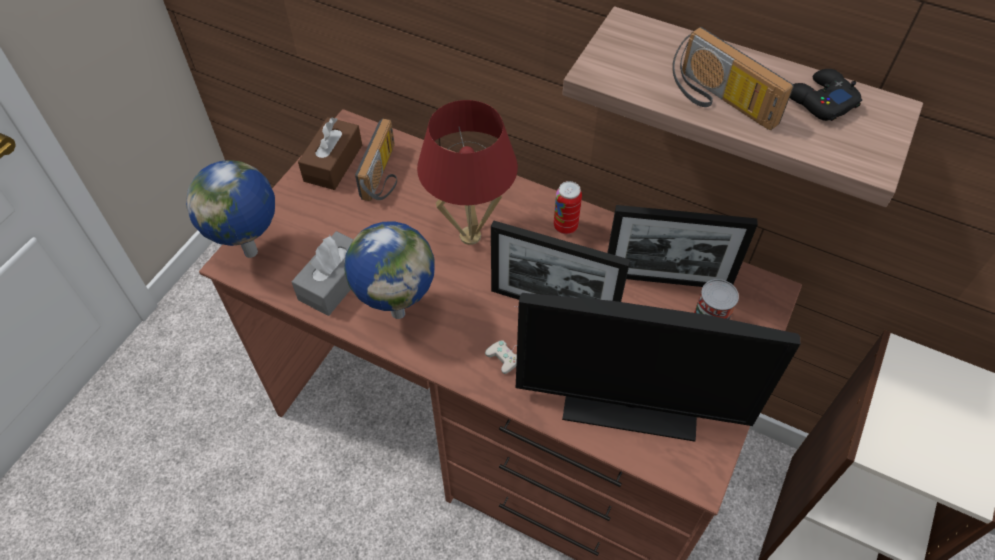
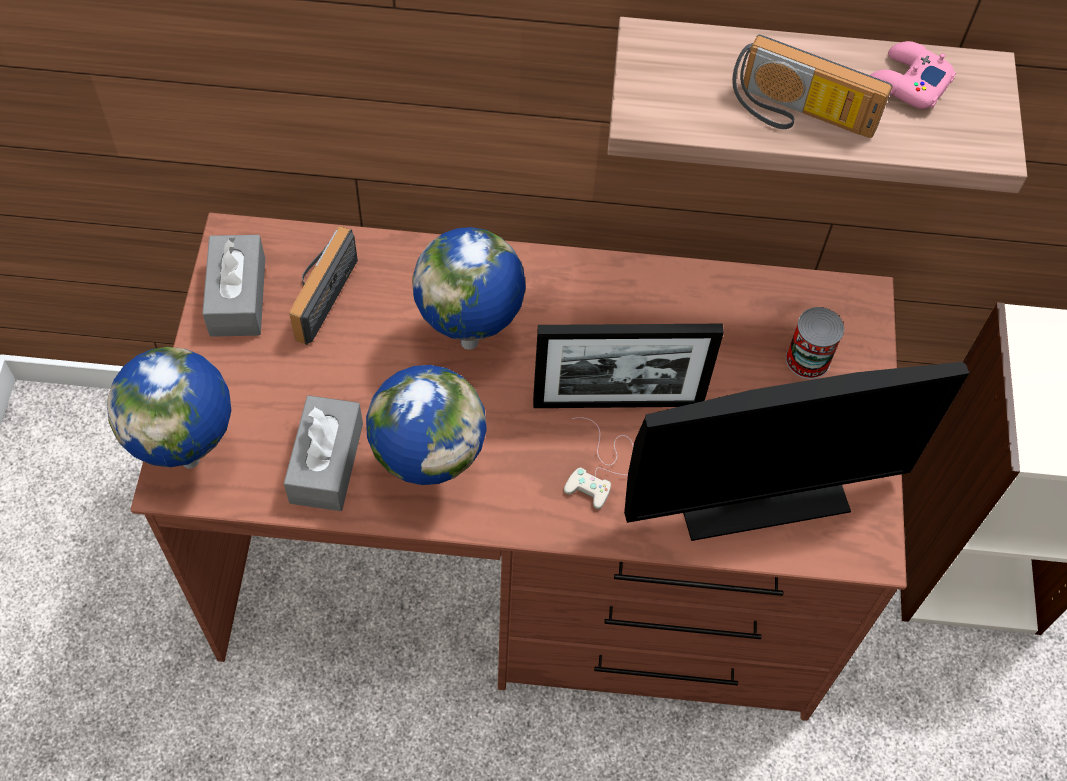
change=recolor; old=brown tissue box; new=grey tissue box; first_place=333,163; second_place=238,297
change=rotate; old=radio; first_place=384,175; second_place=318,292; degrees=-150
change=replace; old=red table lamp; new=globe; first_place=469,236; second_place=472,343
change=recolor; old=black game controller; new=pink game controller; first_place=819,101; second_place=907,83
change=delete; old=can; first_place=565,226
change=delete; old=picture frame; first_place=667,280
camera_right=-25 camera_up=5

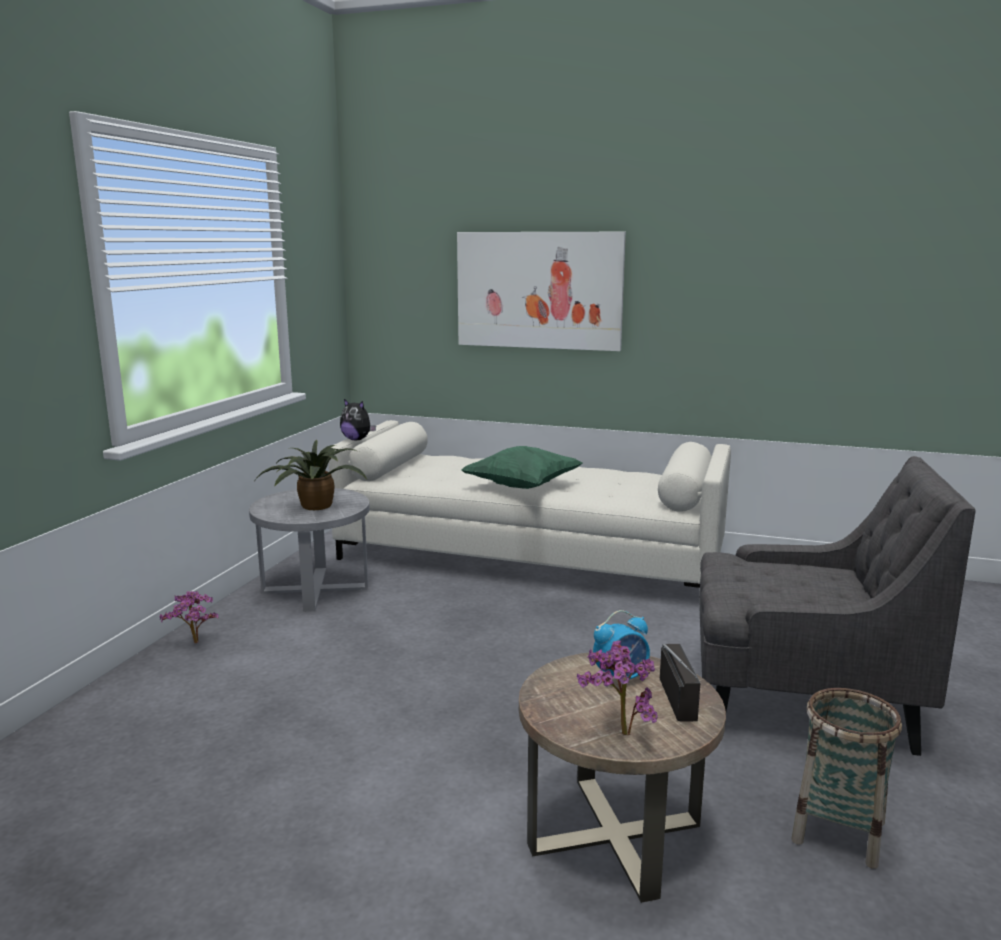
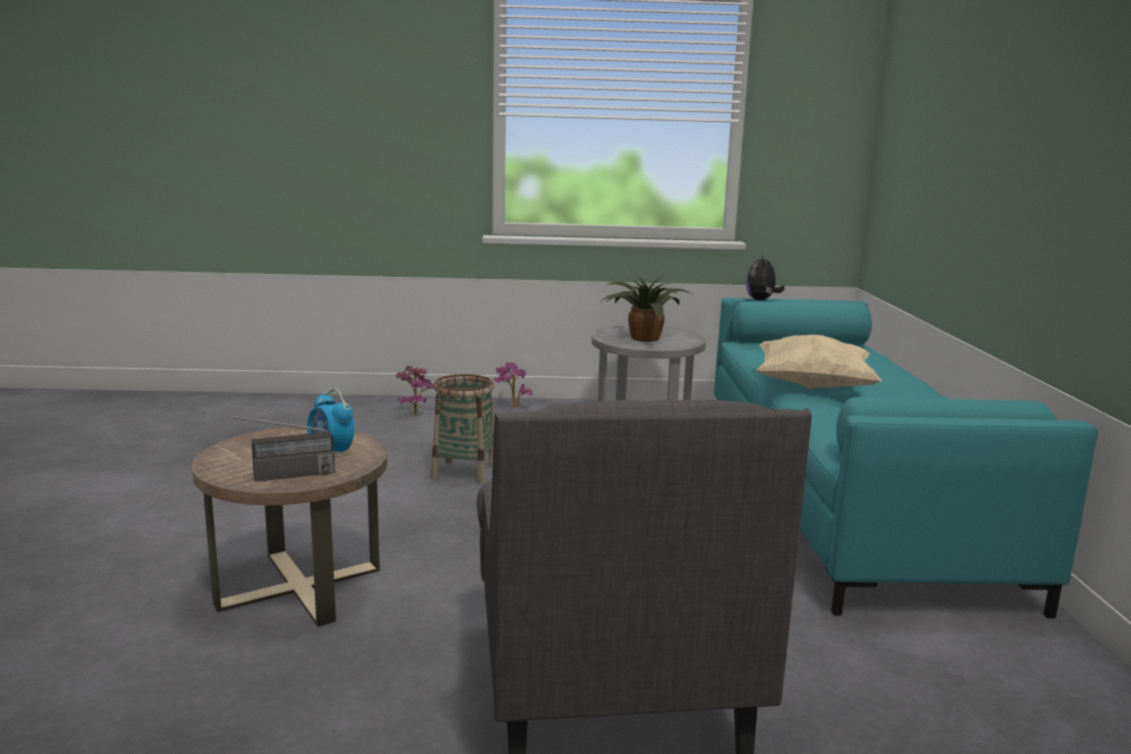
change=move; old=potted plant; first_place=618,733; second_place=414,414
change=move; old=basket; first_place=838,831; second_place=464,472
change=recolor; old=beige sofa; new=turquoise sofa; first_place=530,558; second_place=844,493
change=recolor; old=green pillow; new=beige pillow; first_place=522,487; second_place=813,387
change=delete; old=picture; first_place=539,290
camera_right=70 camera_up=0

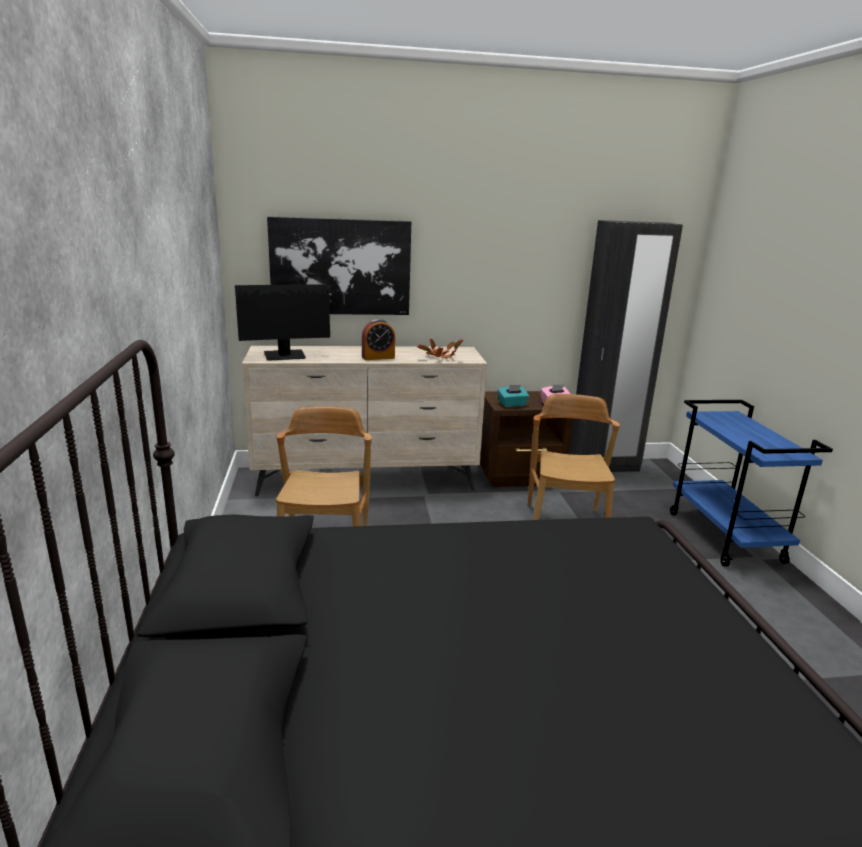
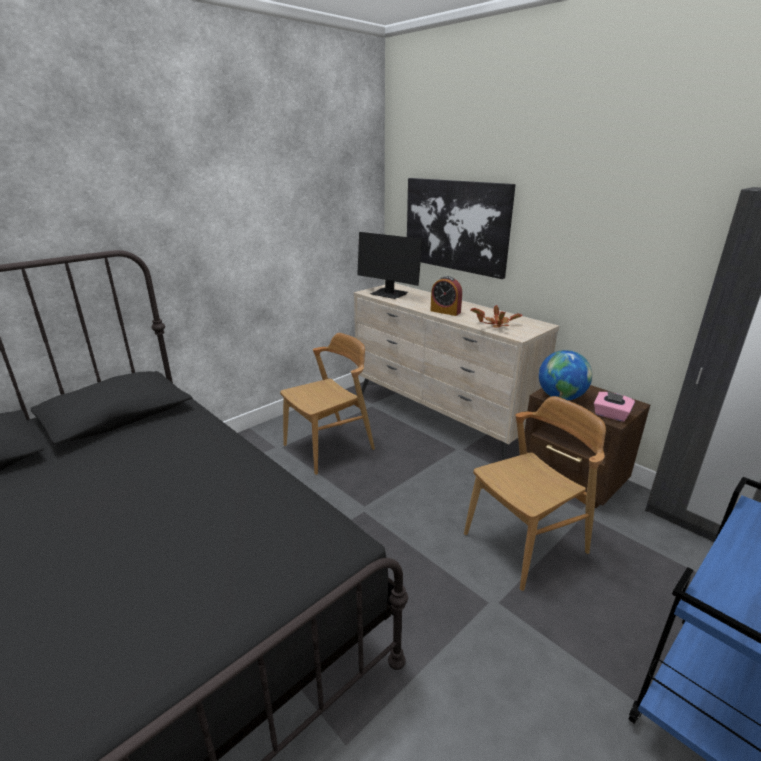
change=replace; old=turquoise tissue box; new=globe; first_place=512,404; second_place=560,397
camera_right=55 camera_up=5

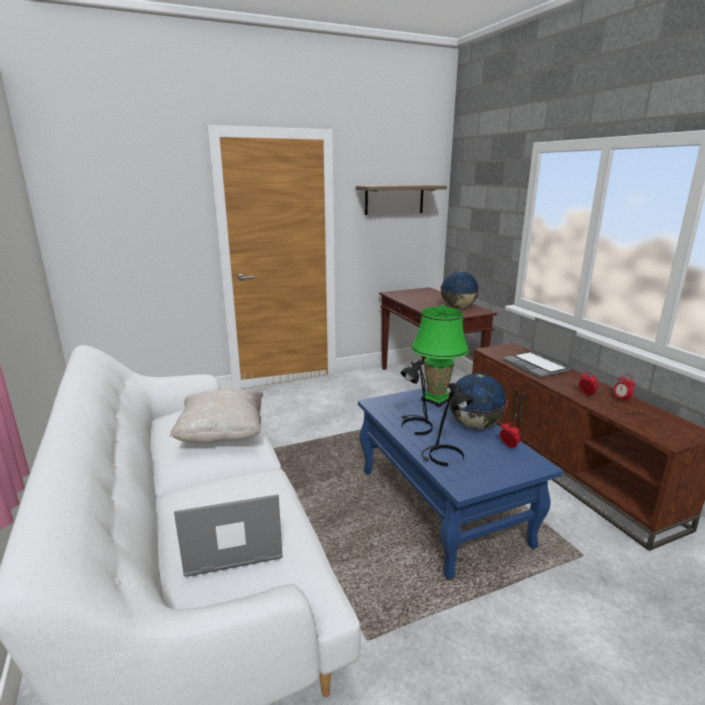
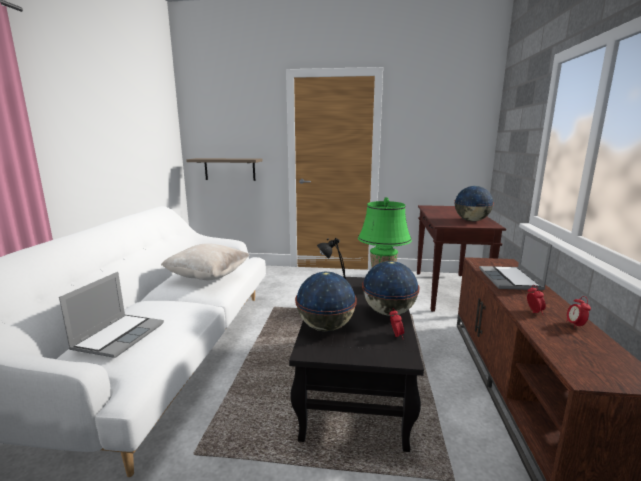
change=rotate; old=laptop; first_place=231,545; second_place=119,336; degrees=90
change=move; old=shelf; first_place=394,199; second_place=229,169
change=recolor; old=blue coffee table; new=black coffee table; first_place=439,505; second_place=355,383
change=replace; old=black table lamp; new=globe; first_place=444,457; second_place=326,327
camera_right=30 camera_up=-5

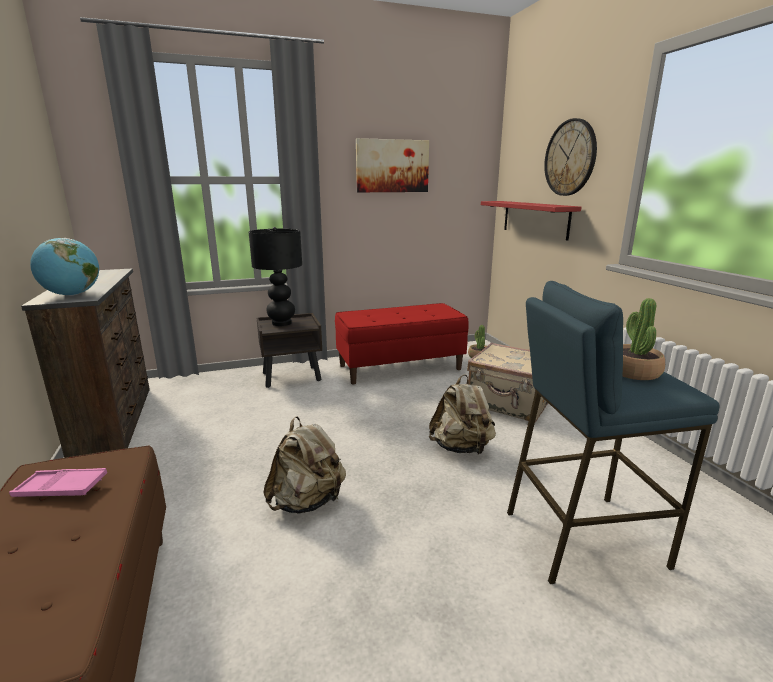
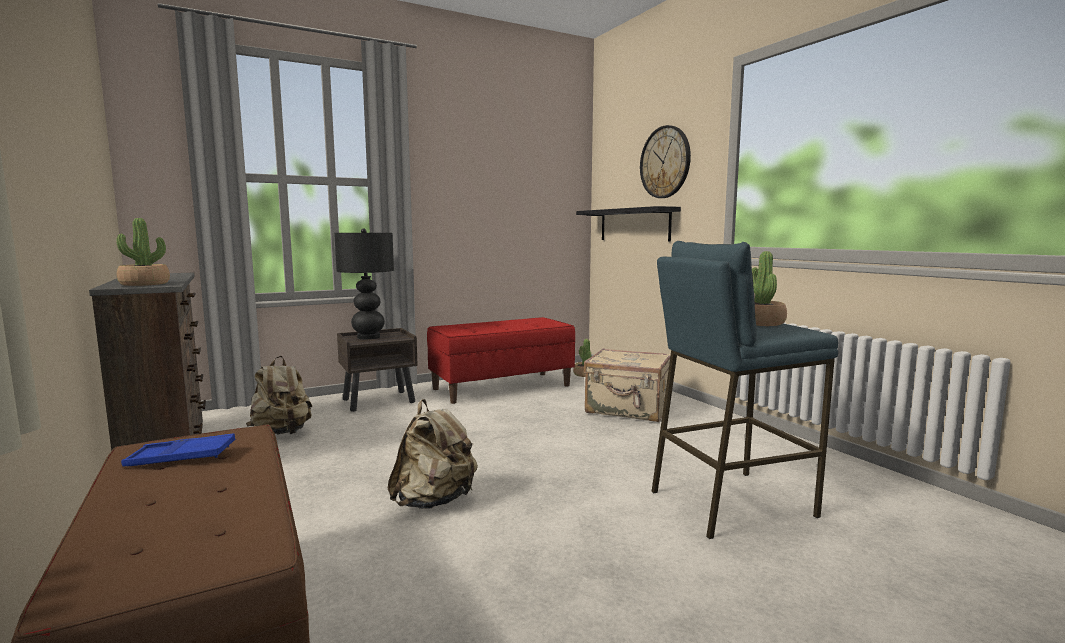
change=replace; old=globe; new=potted plant; first_place=72,295; second_place=144,284
change=recolor; old=pink tray; new=blue tray; first_place=61,488; second_place=181,457
change=move; old=beige backpack; first_place=461,448; second_place=282,433
change=recolor; old=red shelf; new=black shelf; first_place=535,219; second_place=634,225
change=delete; old=picture; first_place=392,166
camera_right=-10 camera_up=-10

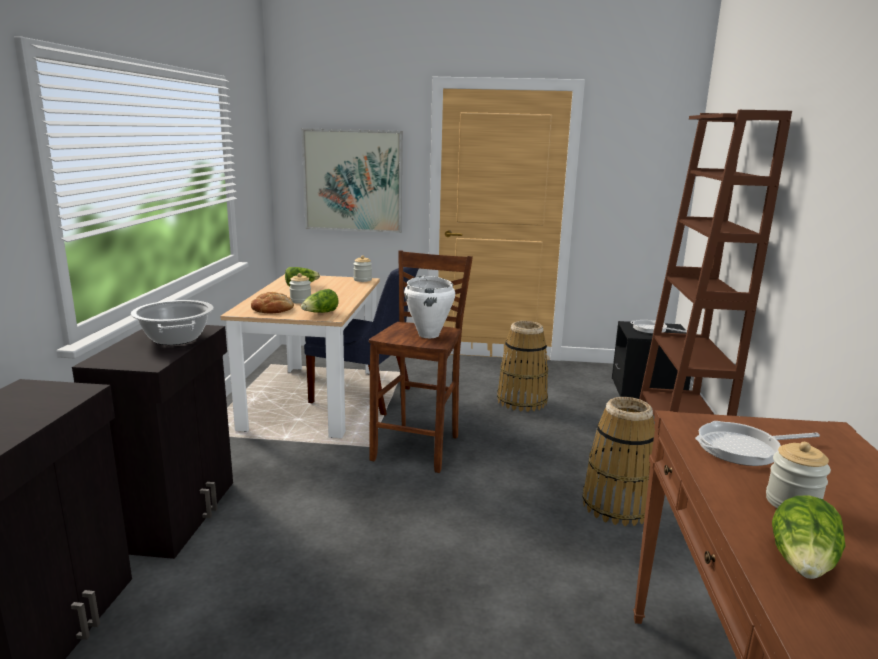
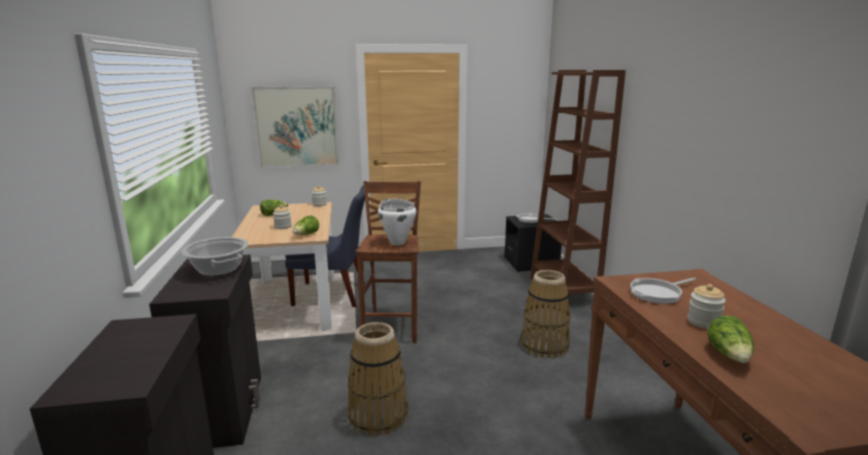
change=move; old=basket; first_place=521,401; second_place=377,415
change=delete; old=bread; first_place=273,309
camera_right=-15 camera_up=0

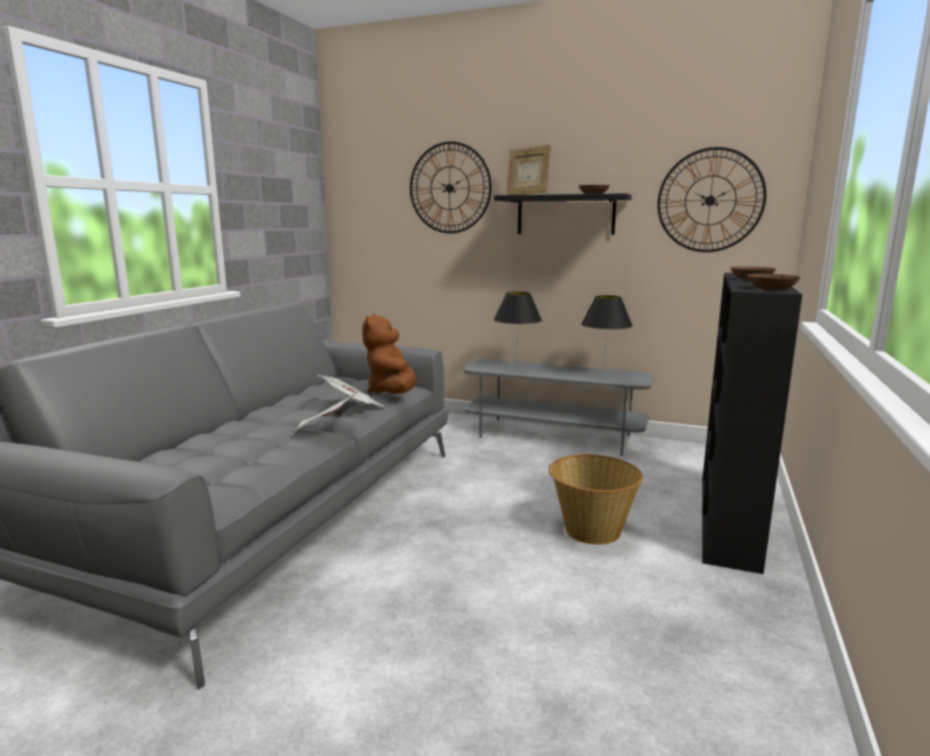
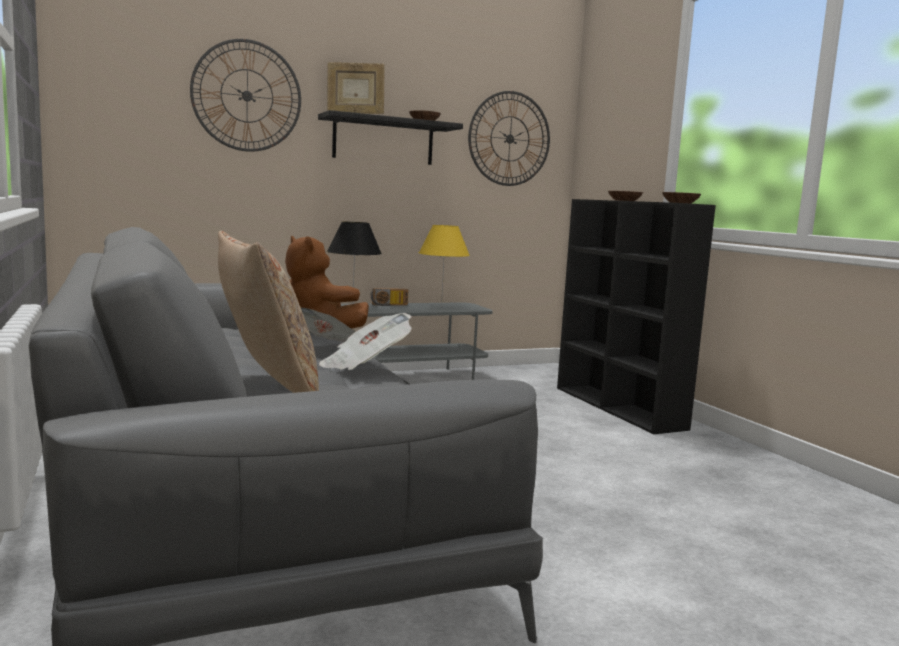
change=insert; new=beige pillow; second_place=265,388
change=insert; new=radio; second_place=389,305
change=recolor; old=black table lamp; new=yellow table lamp; first_place=603,376; second_place=441,307
change=delete; old=basket; first_place=591,530
camera_right=-45 camera_up=-5

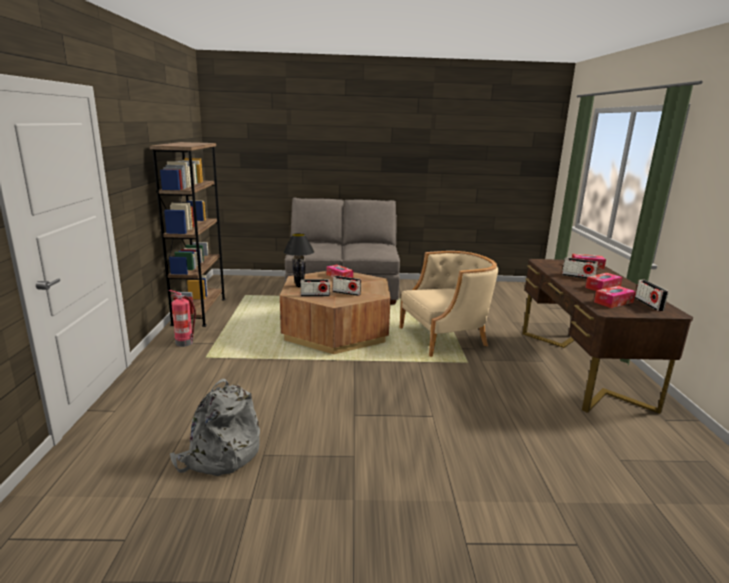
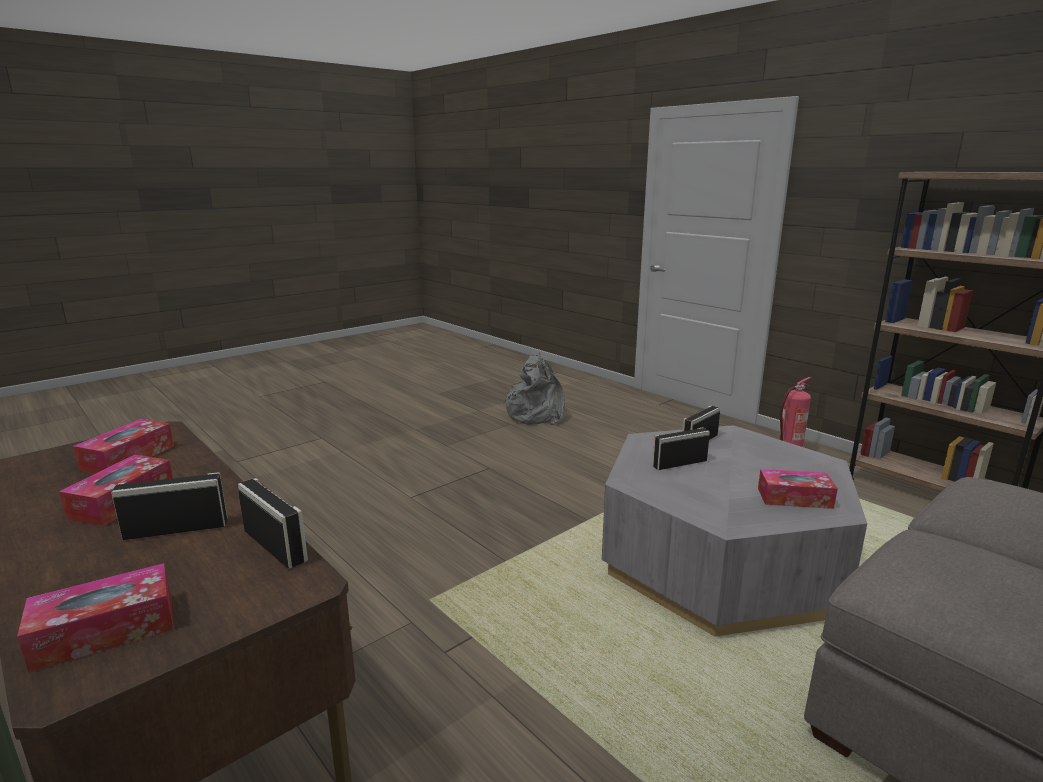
change=move; old=radio; first_place=648,304; second_place=275,545
change=recolor; old=brown coffee table; new=grey coffee table; first_place=336,330; second_place=720,561
change=delete; old=black table lamp; first_place=299,286
change=delete; old=beige armchair; first_place=445,337
camera_right=140 camera_up=0

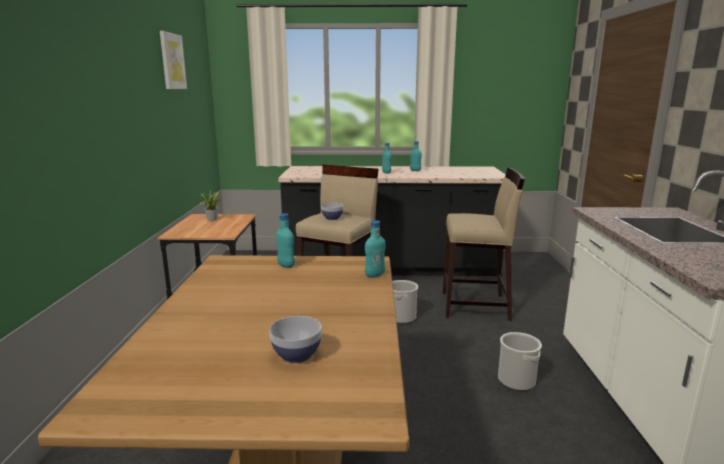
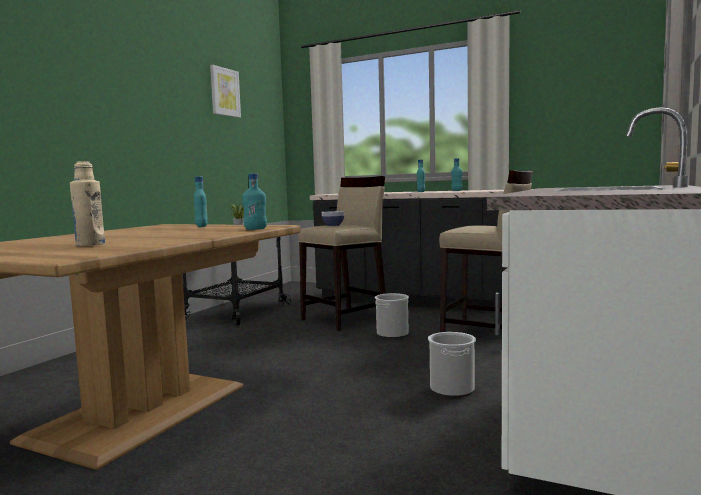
change=replace; old=bowl; new=beige bottle; first_place=296,355; second_place=90,245
camera_right=25 camera_up=-10

